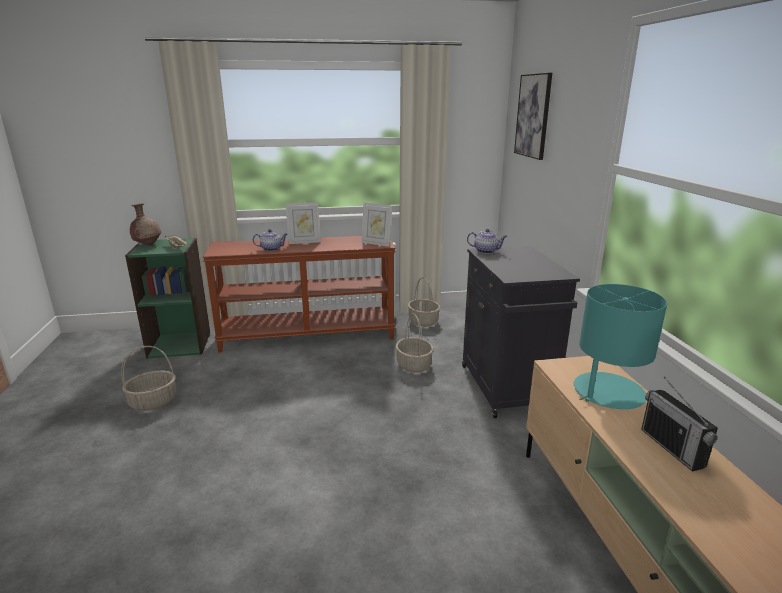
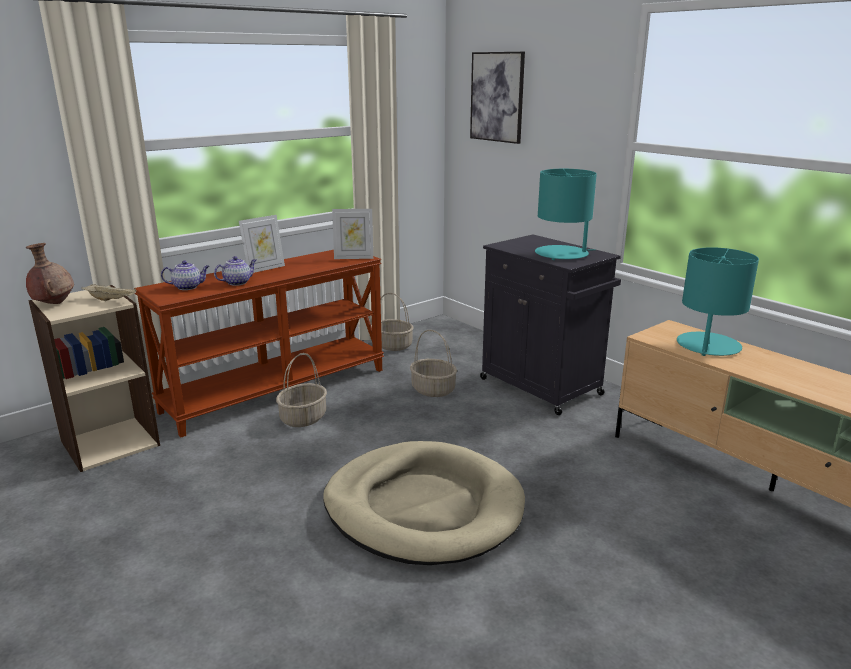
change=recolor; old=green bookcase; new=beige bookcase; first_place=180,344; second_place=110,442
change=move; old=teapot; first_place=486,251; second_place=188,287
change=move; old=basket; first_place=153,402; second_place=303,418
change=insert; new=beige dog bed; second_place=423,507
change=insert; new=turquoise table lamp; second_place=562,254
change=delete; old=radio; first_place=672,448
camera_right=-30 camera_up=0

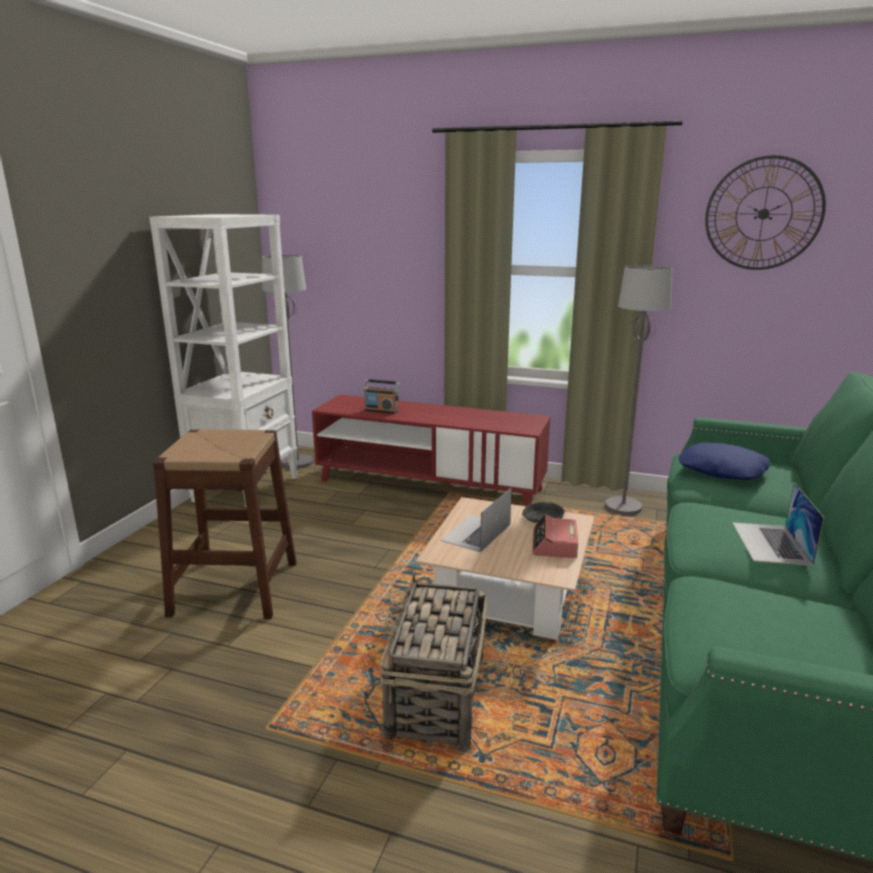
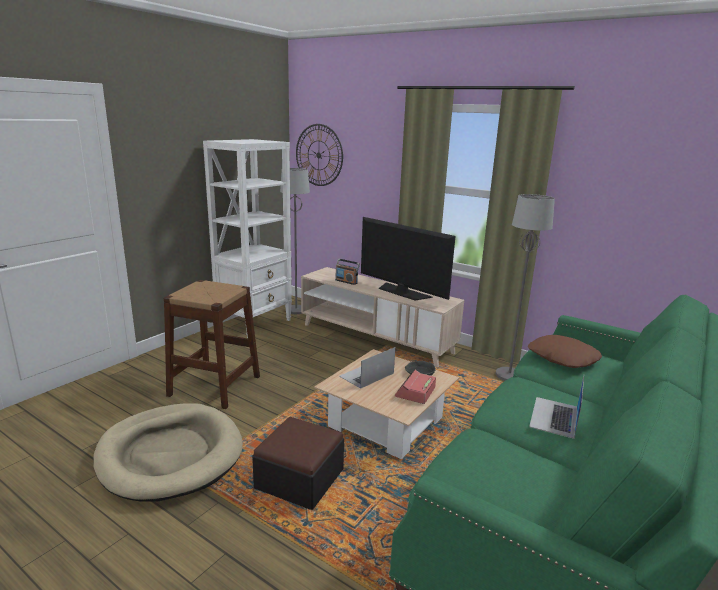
change=insert; new=beige dog bed; second_place=170,454
change=replace; old=basket; new=ottoman; first_place=436,696; second_place=299,478
change=move; old=wall clock; first_place=763,214; second_place=319,155
change=recolor; old=red tv stand; new=beige tv stand; first_place=430,485; second_place=376,338
change=insert; new=television; second_place=402,292
change=recolor; old=blue pillow; new=brown pillow; first_place=721,470; second_place=562,358
camera_right=15 camera_up=0

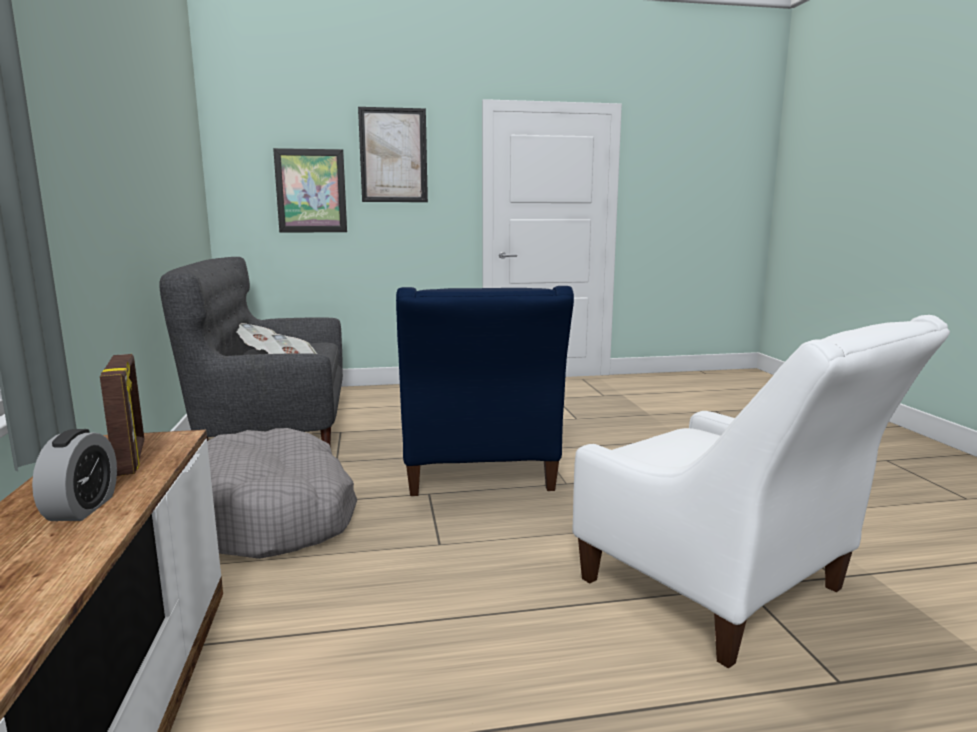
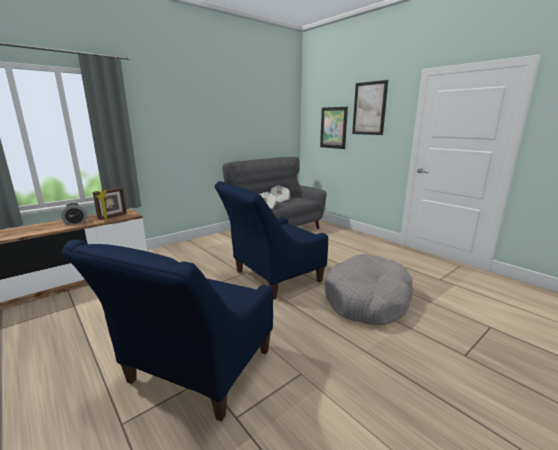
change=recolor; old=white armchair; new=blue armchair; first_place=727,593; second_place=195,373
change=move; old=grey dog bed; first_place=272,515; second_place=367,300
camera_right=60 camera_up=5

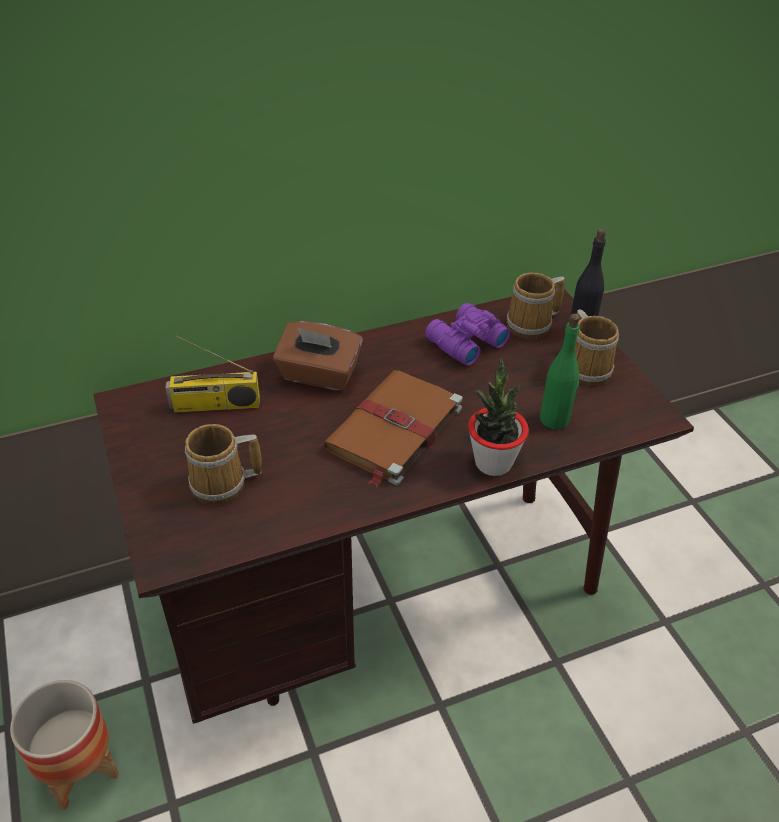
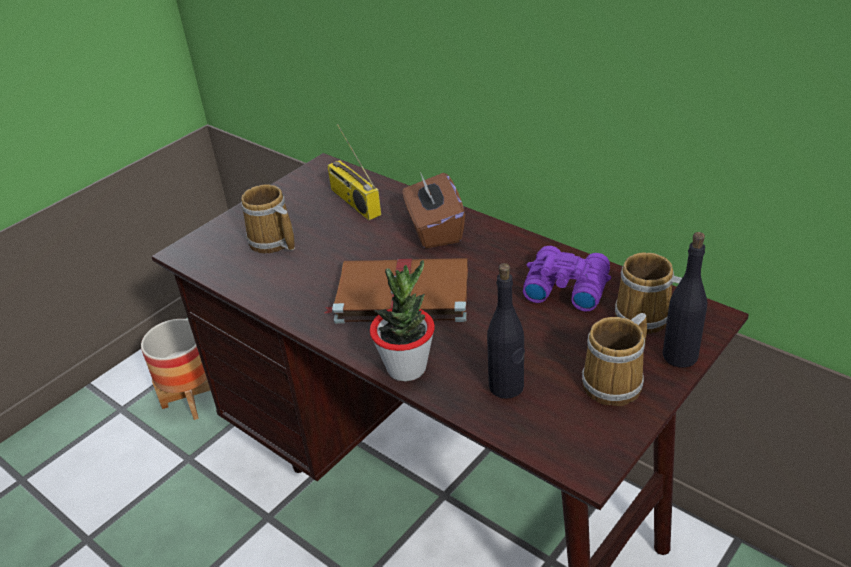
change=recolor; old=green bottle; new=black bottle; first_place=555,419; second_place=506,387
camera_right=65 camera_up=-5

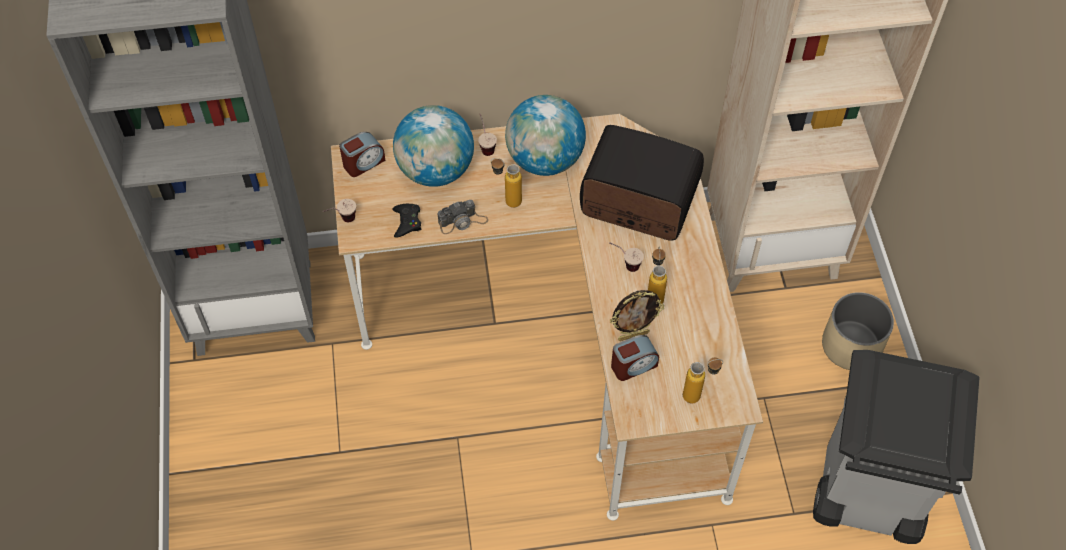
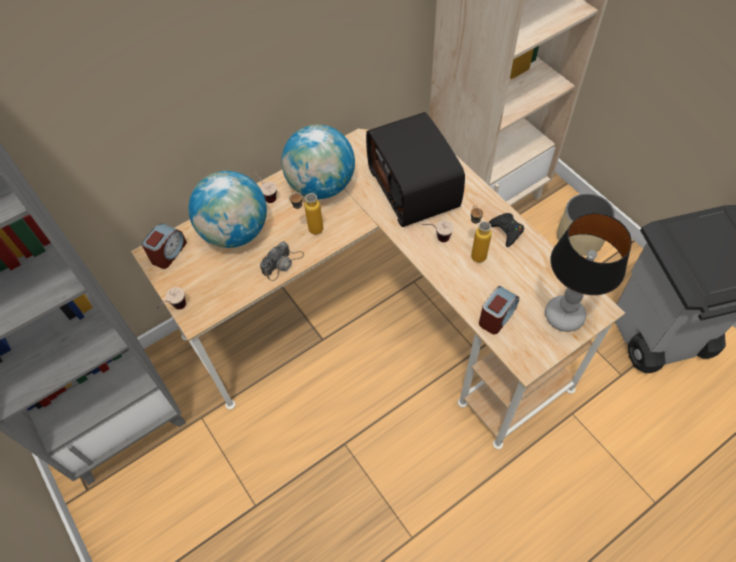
change=rotate; old=radio; first_place=637,203; second_place=415,188; degrees=-105
change=move; old=black game controller; first_place=407,222; second_place=506,231
change=replace; old=bottle; new=table lamp; first_place=698,395; second_place=563,315
change=delete; old=picture frame; first_place=633,335
camera_right=-25 camera_up=0

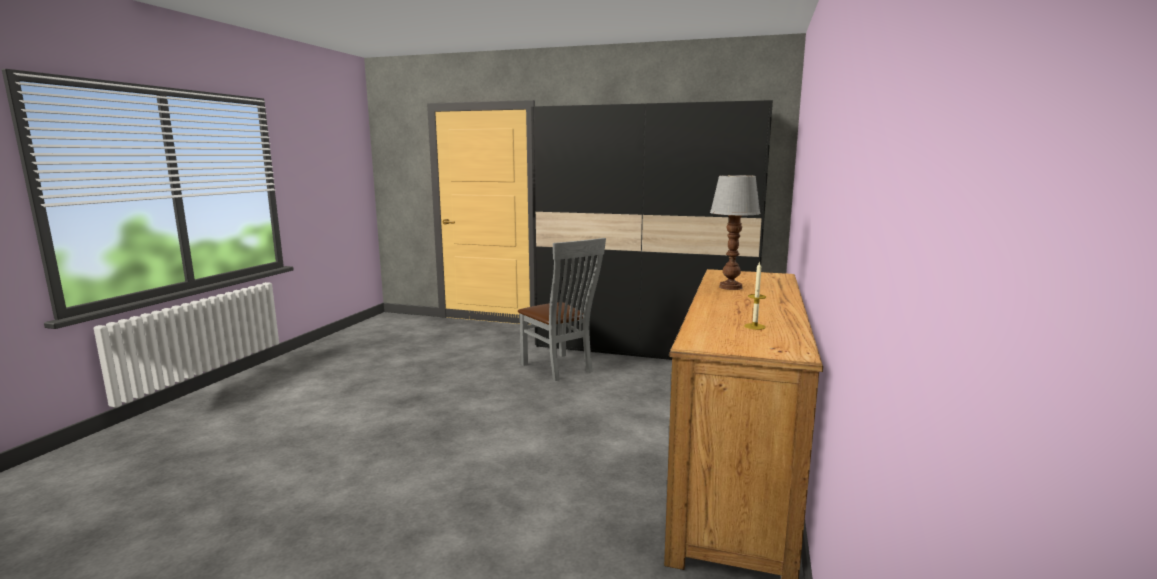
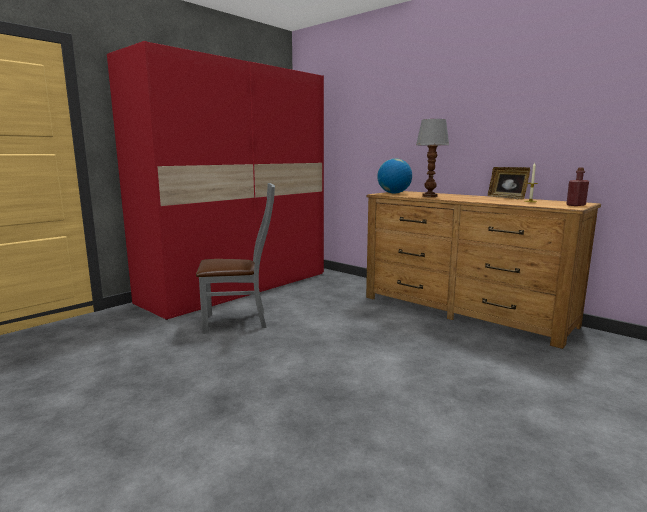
change=recolor; old=black wardrobe; new=red wardrobe; first_place=645,347; second_place=238,287
change=insert; new=globe; second_place=394,193
change=insert; new=picture frame; second_place=507,198
change=insert; new=red bottle; second_place=576,205
camera_right=-65 camera_up=0

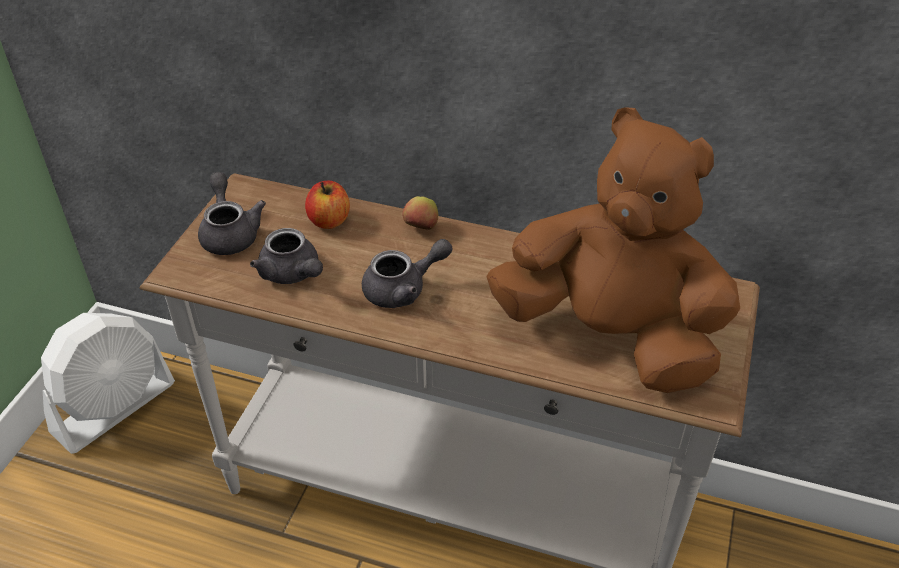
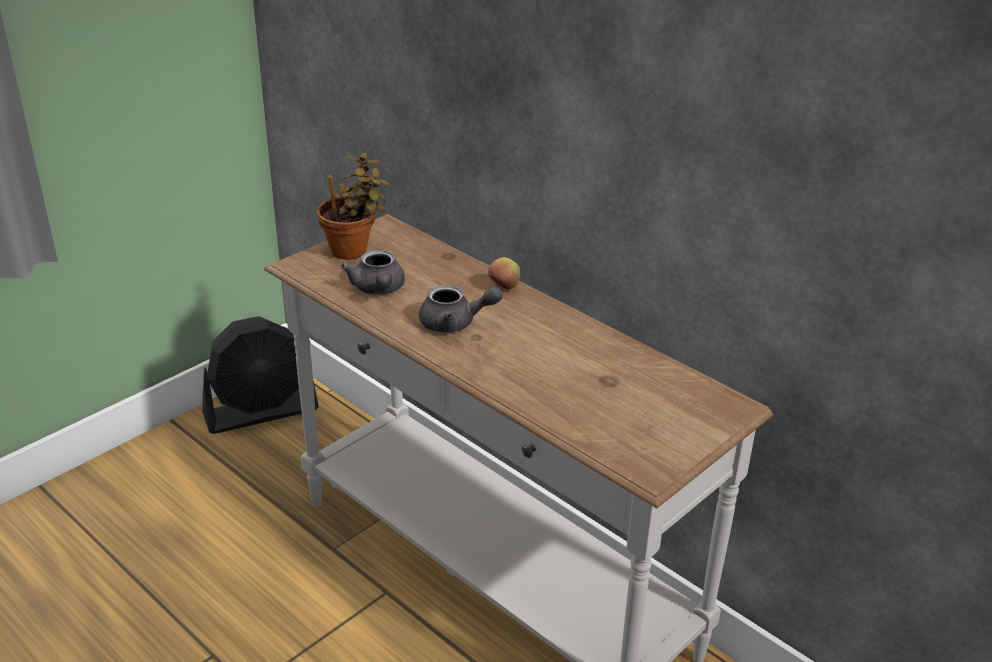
change=recolor; old=white fan; new=black fan; first_place=115,407; second_place=261,412
change=replace; old=grey teapot; new=potted plant; first_place=230,233; second_place=353,251
change=delete; old=apple; first_place=329,220
change=delete; old=brown plush toy; first_place=610,336
camera_right=25 camera_up=-10

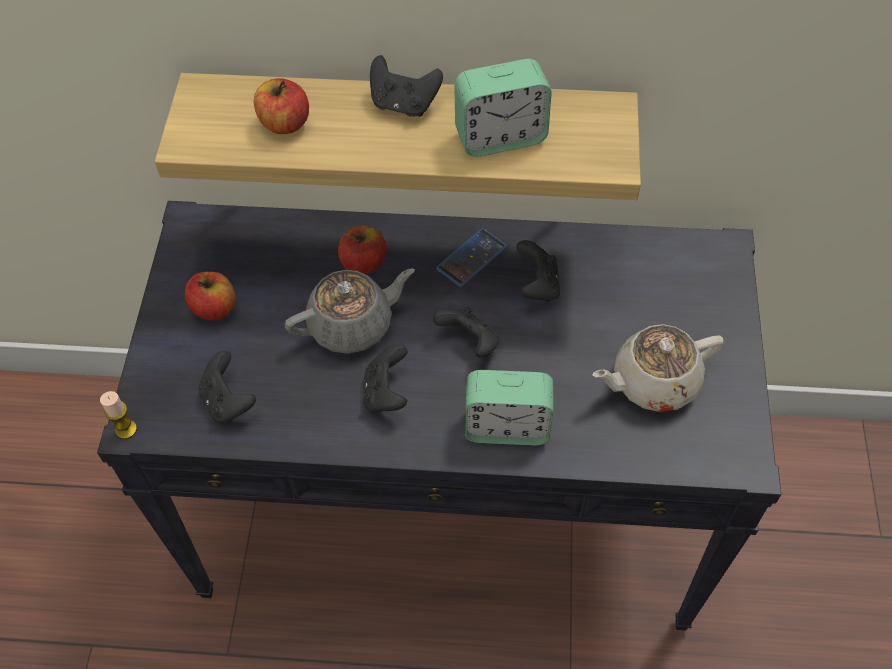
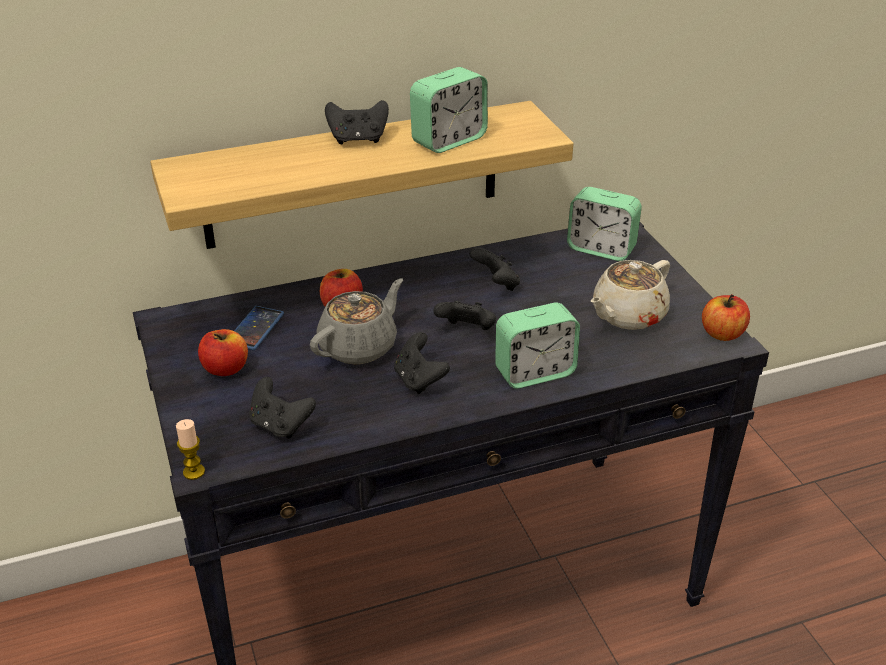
change=move; old=phone; first_place=471,258; second_place=255,329
change=insert; new=alarm clock; second_place=601,249
change=move; old=apple; first_place=284,123; second_place=722,334
camera_right=-25 camera_up=-20

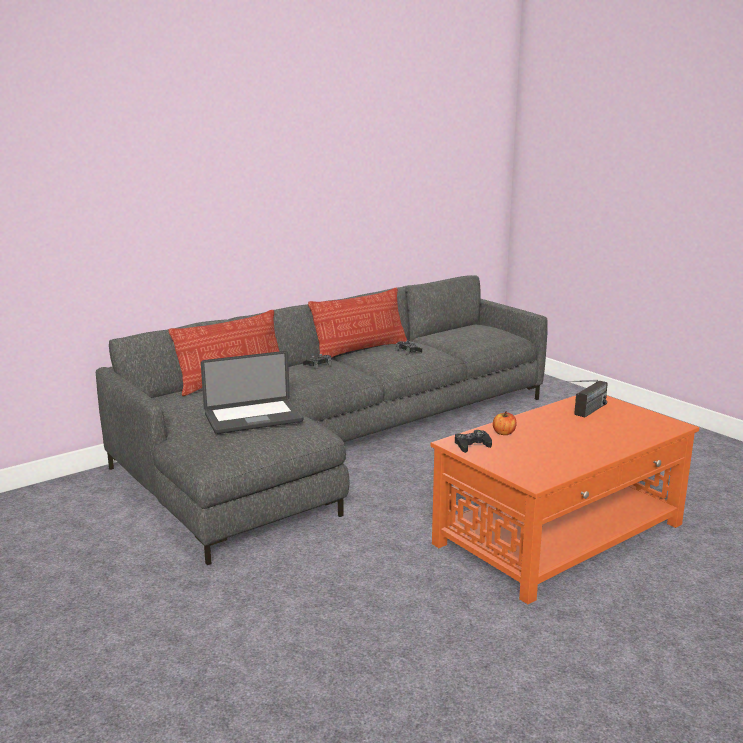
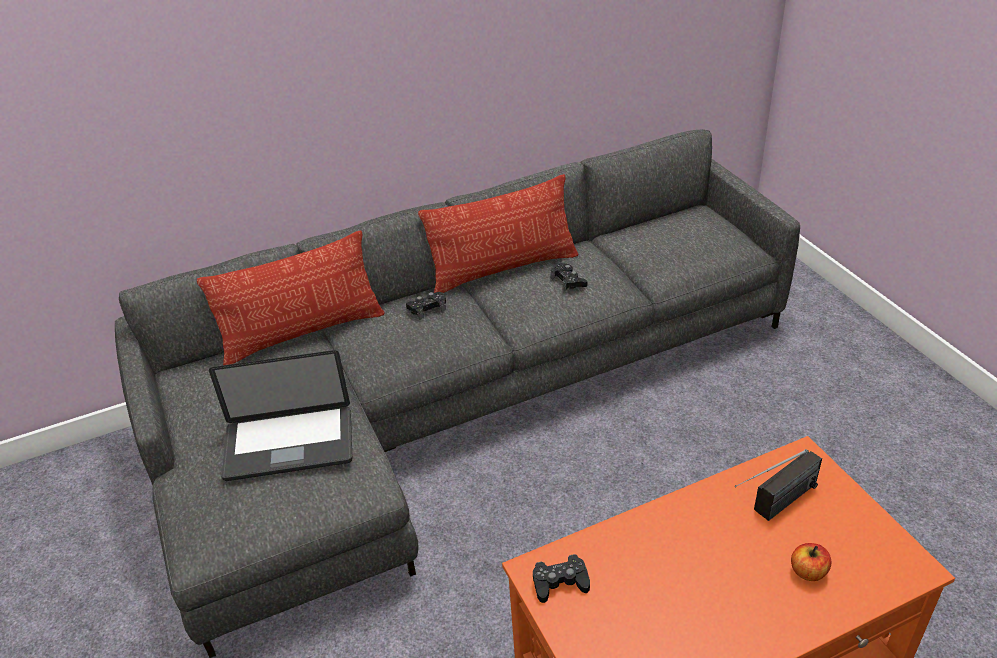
change=move; old=apple; first_place=504,433; second_place=808,572
camera_right=15 camera_up=20

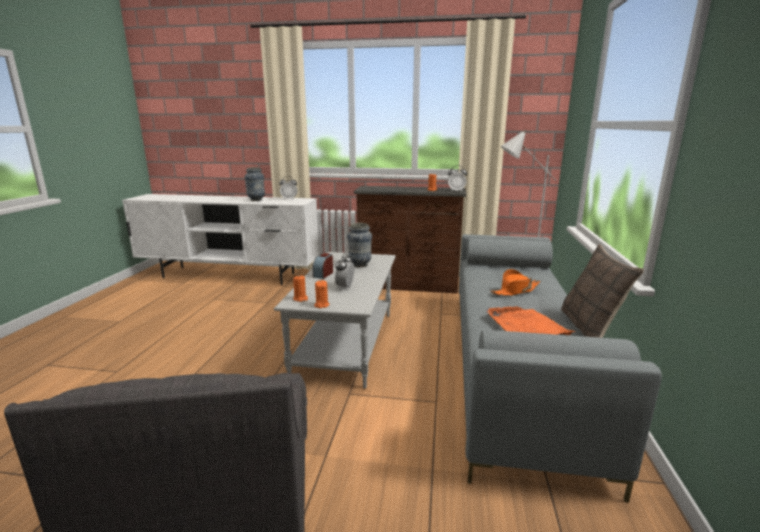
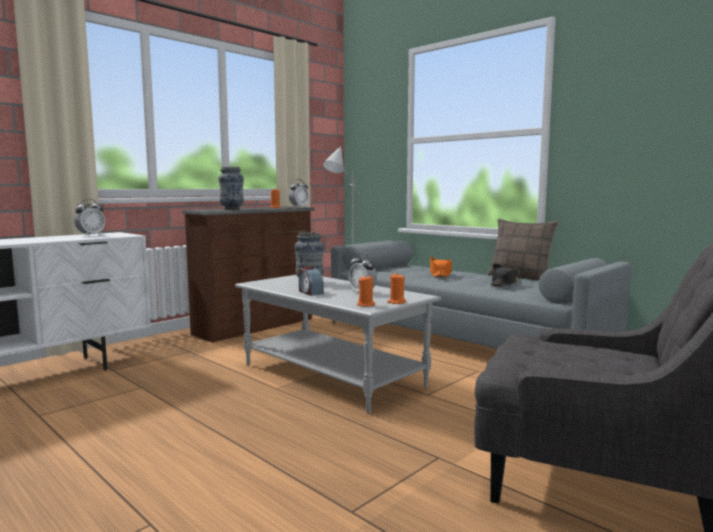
change=move; old=vase; first_place=256,200; second_place=232,209
change=replace; old=orange tray; new=black hat; first_place=526,326; second_place=504,283
camera_right=-55 camera_up=-10

